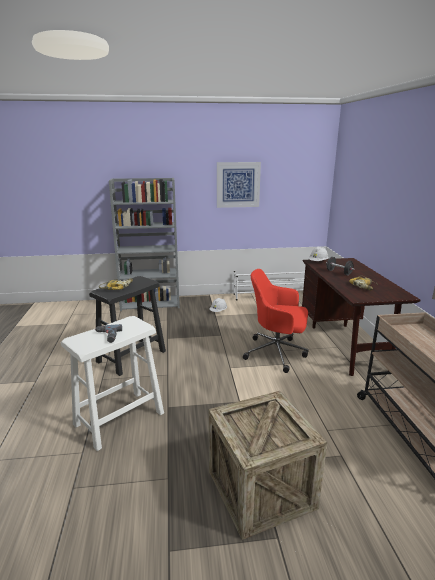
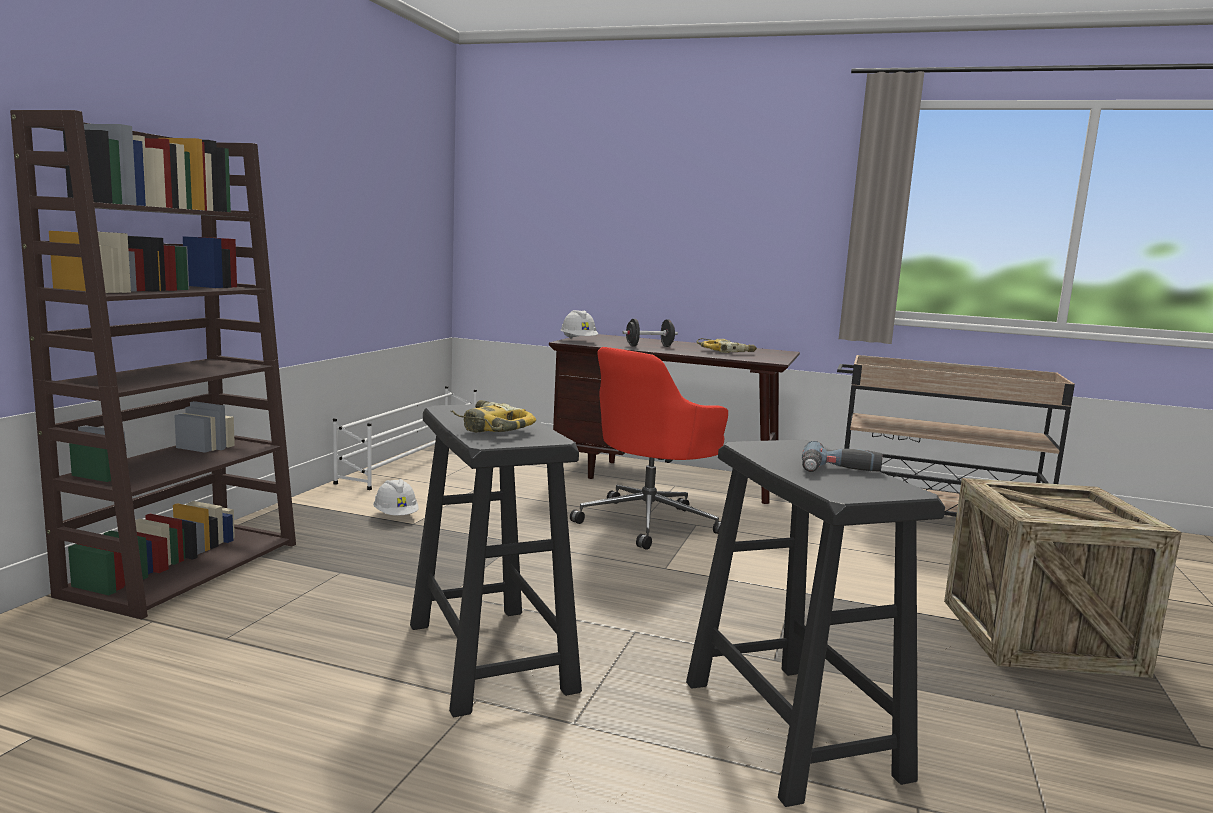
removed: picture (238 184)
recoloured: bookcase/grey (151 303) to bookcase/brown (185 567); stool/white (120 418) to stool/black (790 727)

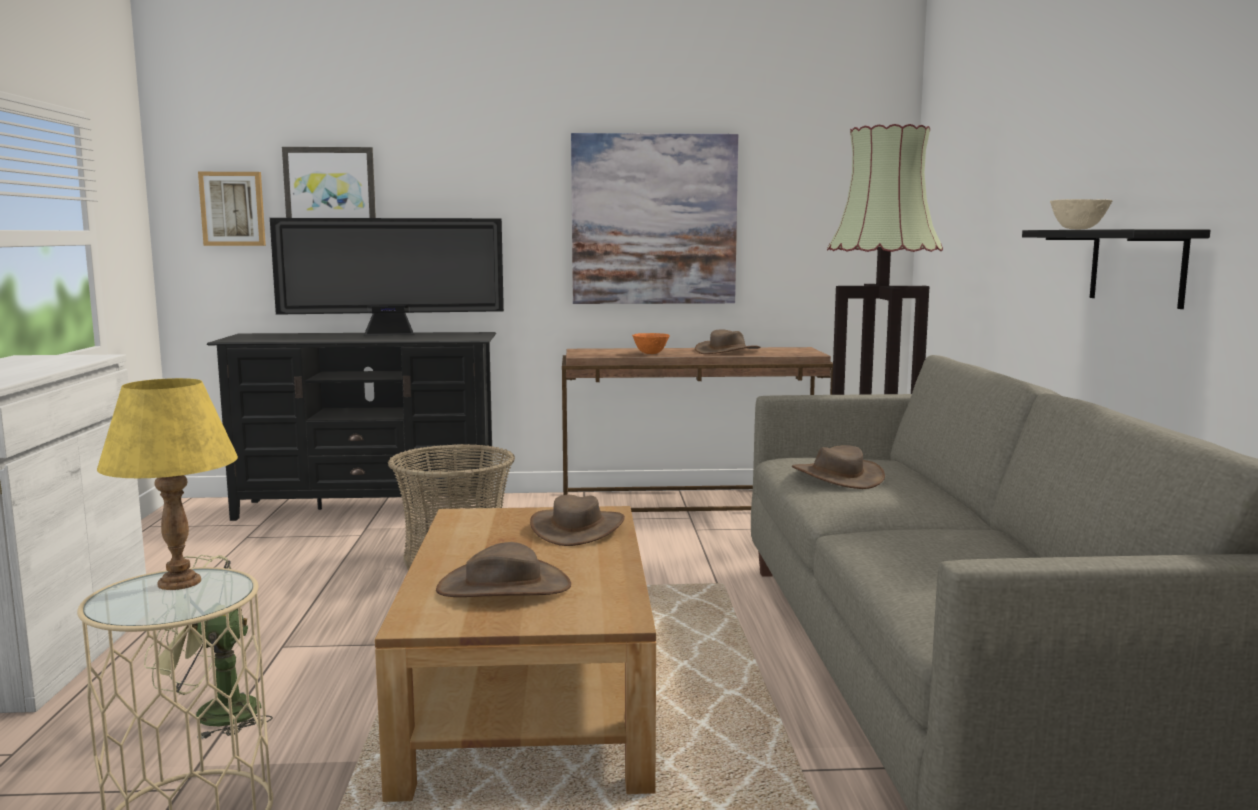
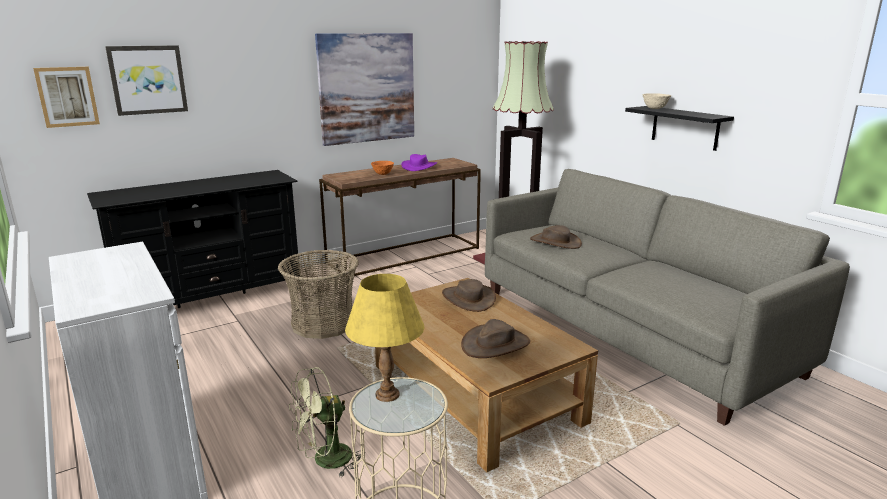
removed: television (393 334)
recoloured: hat/brown (727 351) to hat/purple (419 167)

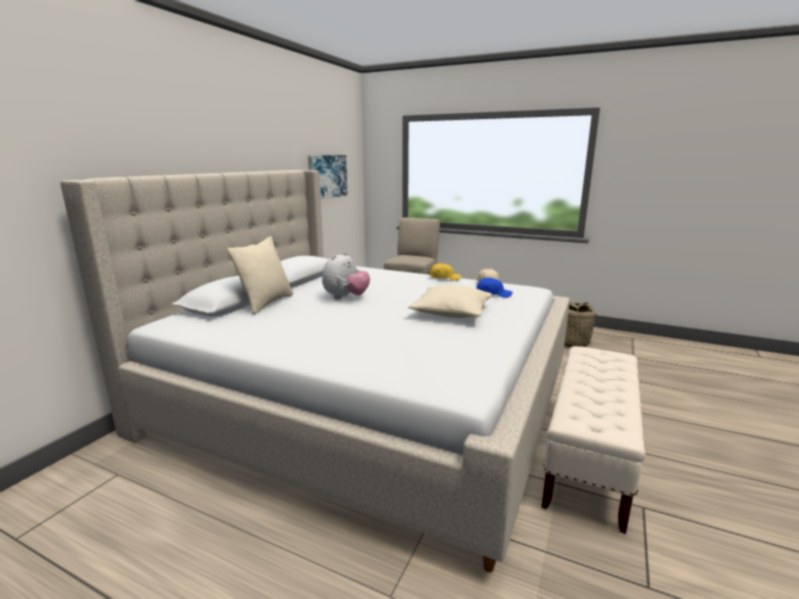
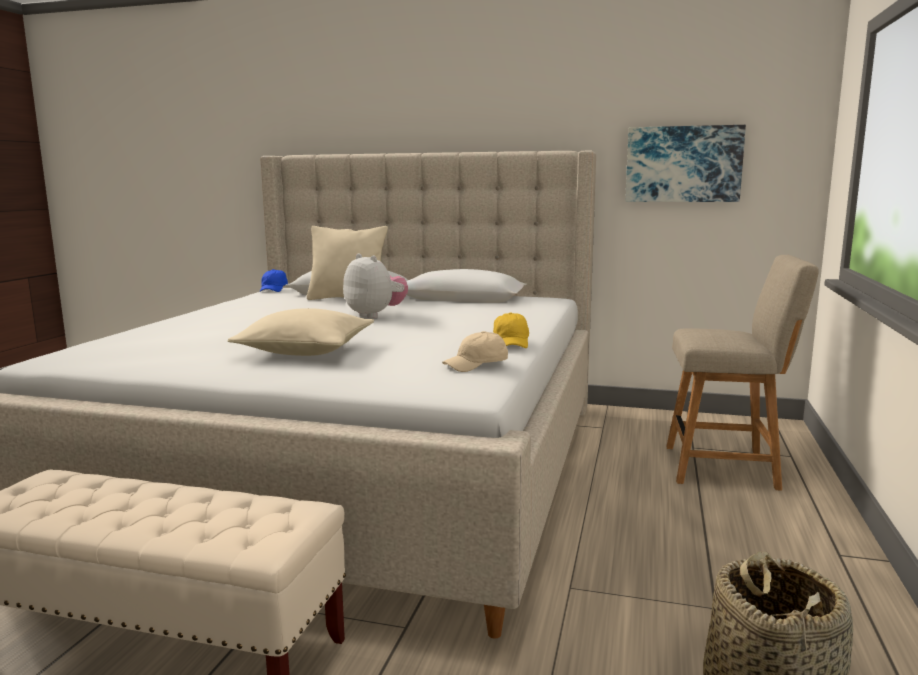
moved: cap/blue (493 294) to (273 289)
turned: plush toy (346 297) = (375 315) 150 degrees counterclockwise

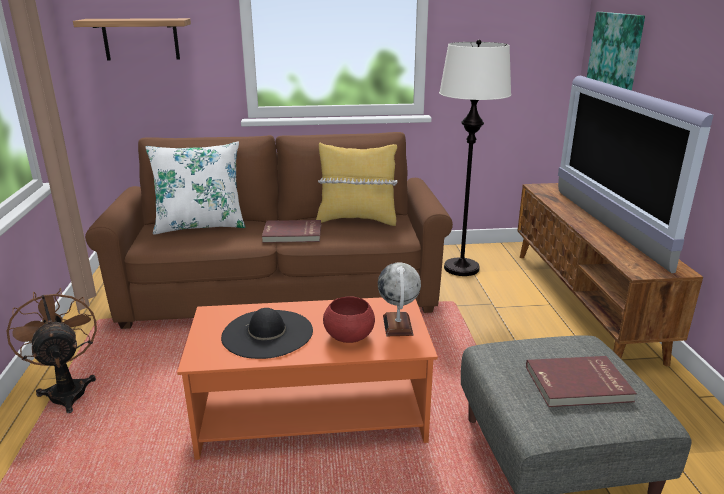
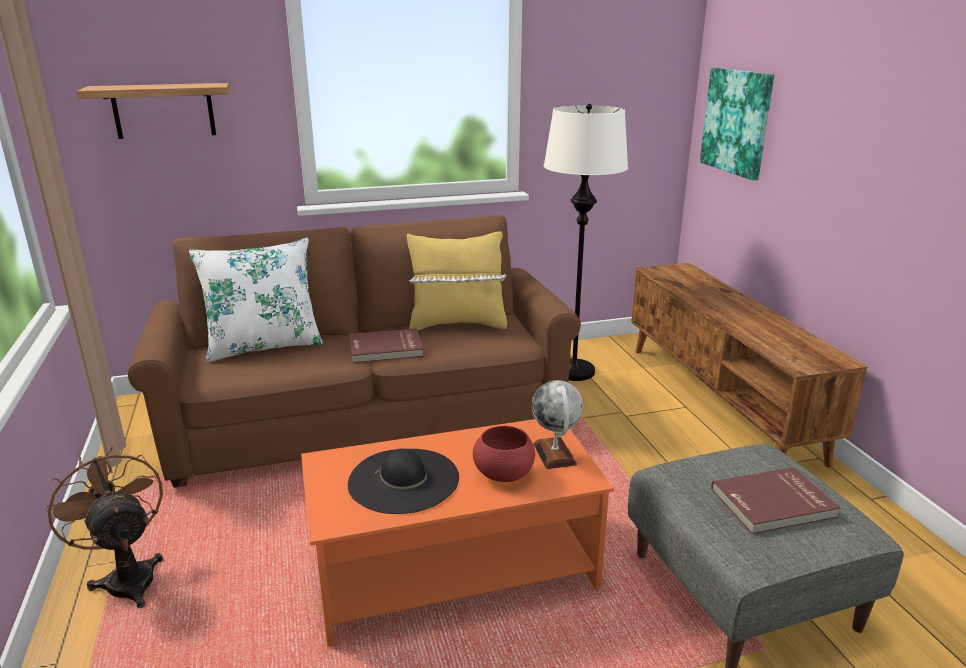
removed: television (605 226)

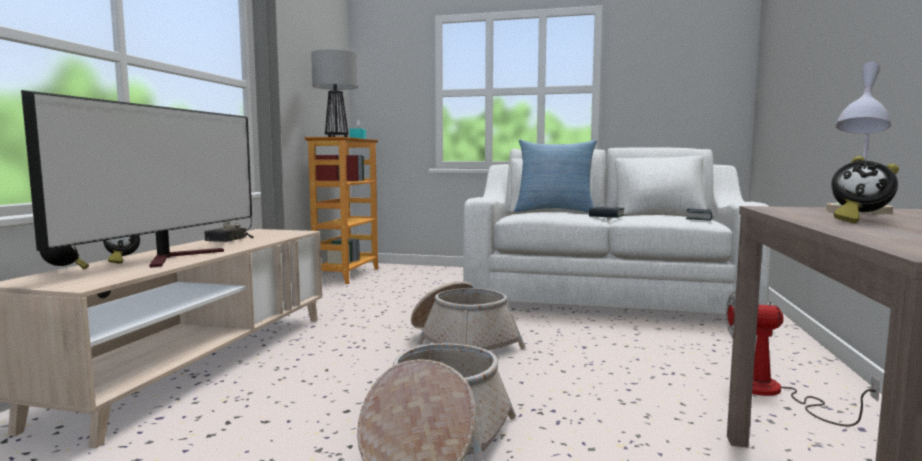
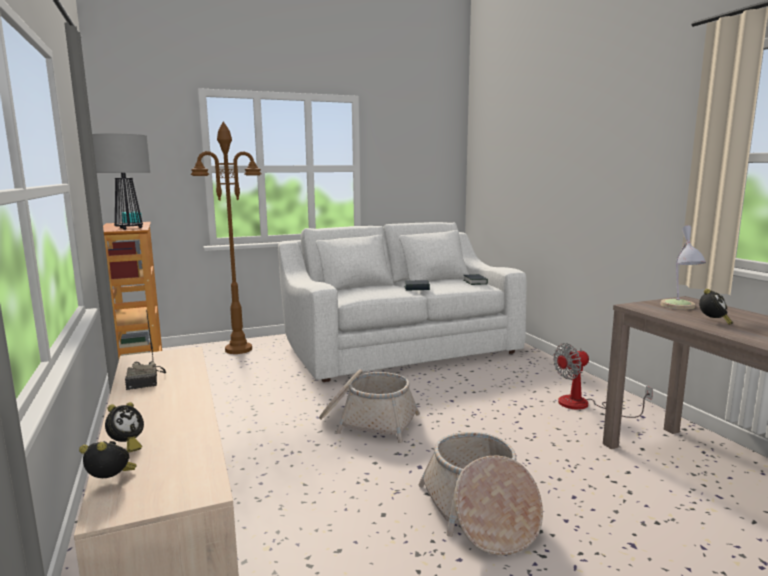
removed: television (177 257); pillow (555 211)
added: floor lamp/brown (239 349)
turned: alarm clock (857 220) = (713 322) 60 degrees counterclockwise

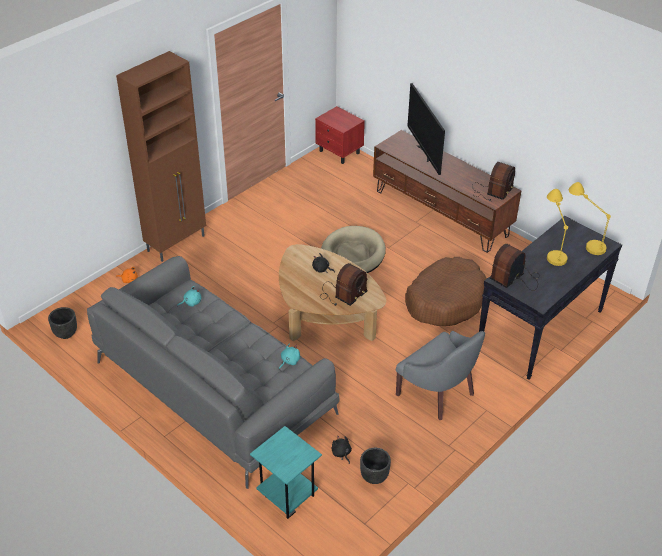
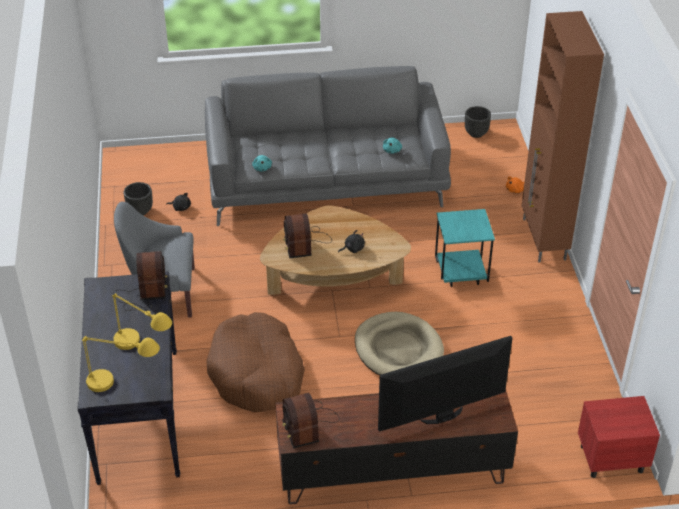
moved: side table/turquoise (286 497) to (461 275)
turned: television (424 153) = (443 417) 45 degrees counterclockwise

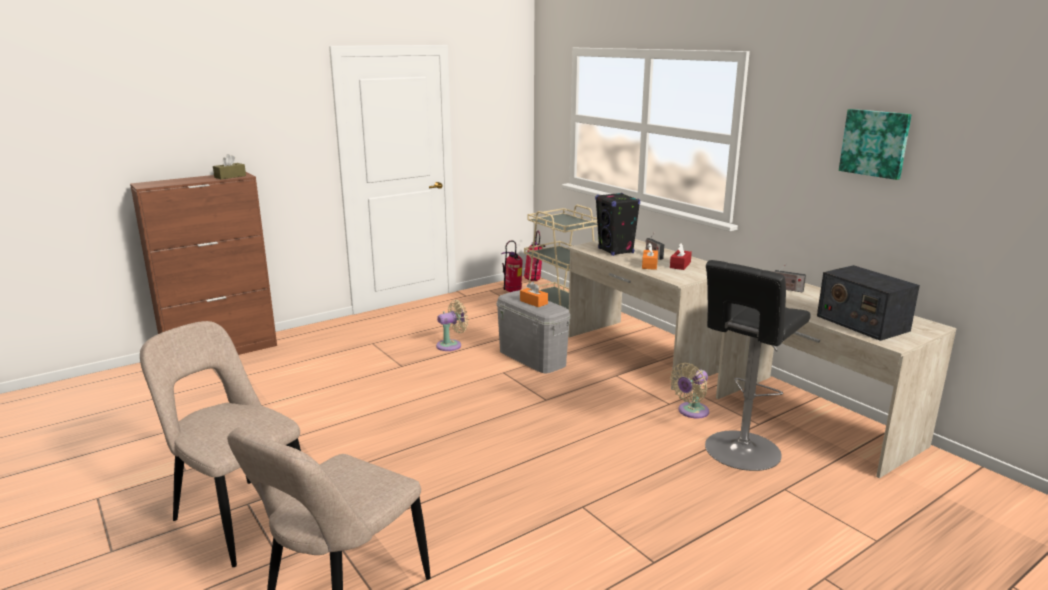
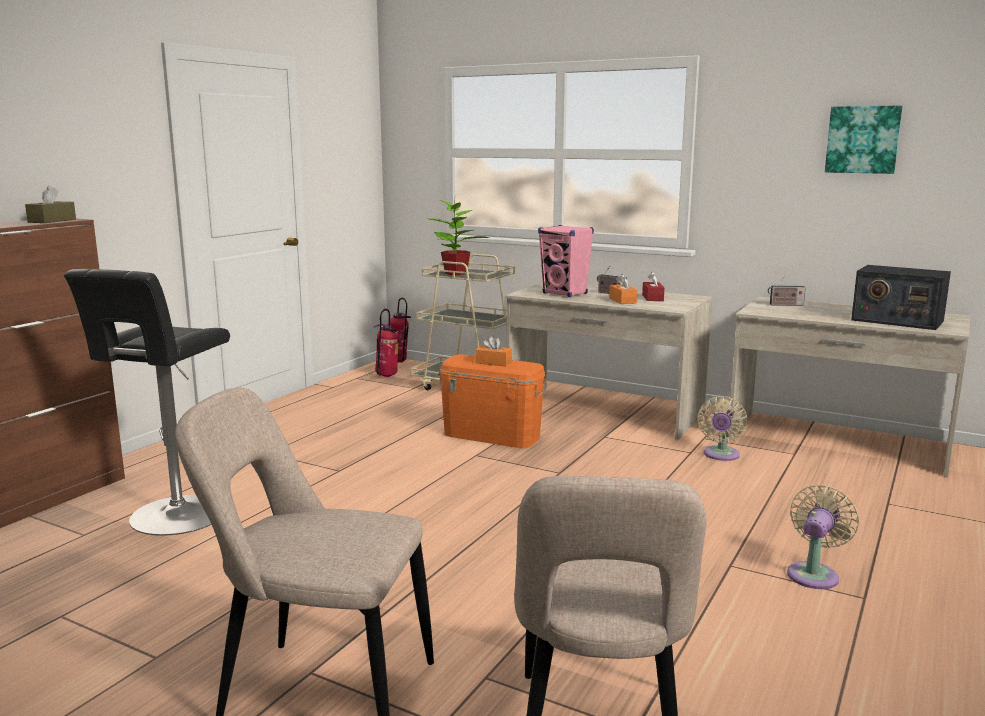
added: potted plant (456 273)
moved: stool/black (740 452) to (174 517); fan/beige (451 345) to (814 574)
recoloured: speaker/black (616 251) to speaker/pink (565 293); storage box/grey (532 357) to storage box/orange (492 435)

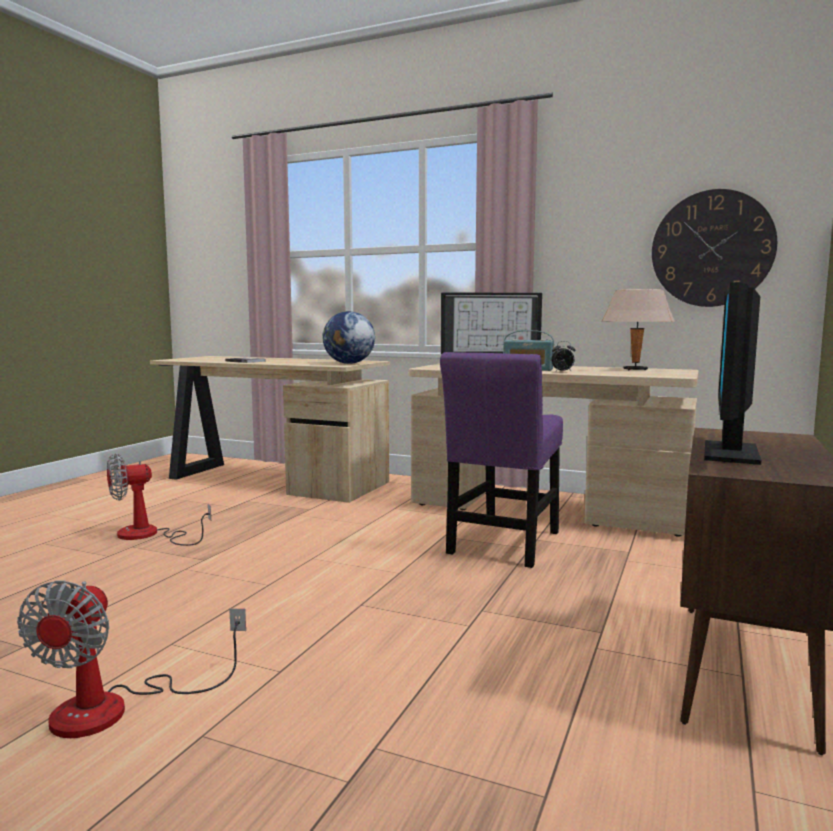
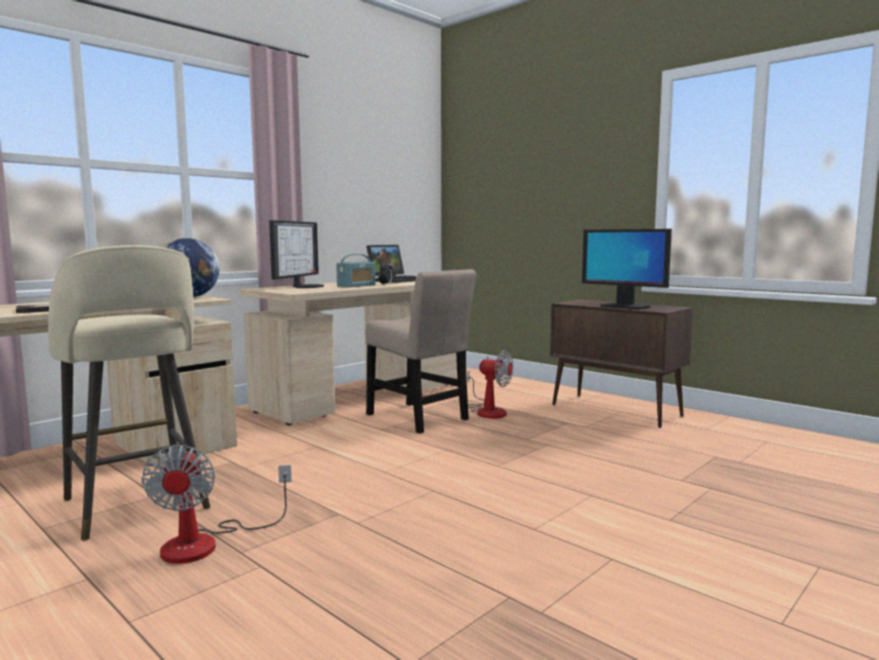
removed: wall clock (712 248)
added: stool/beige (137 506)
moved: fan (117 707) to (488 411)
replaced: table lamp/beige (635 370) to laptop (396 280)
recoloured: chair/purple (503 545) to chair/beige (419 418)

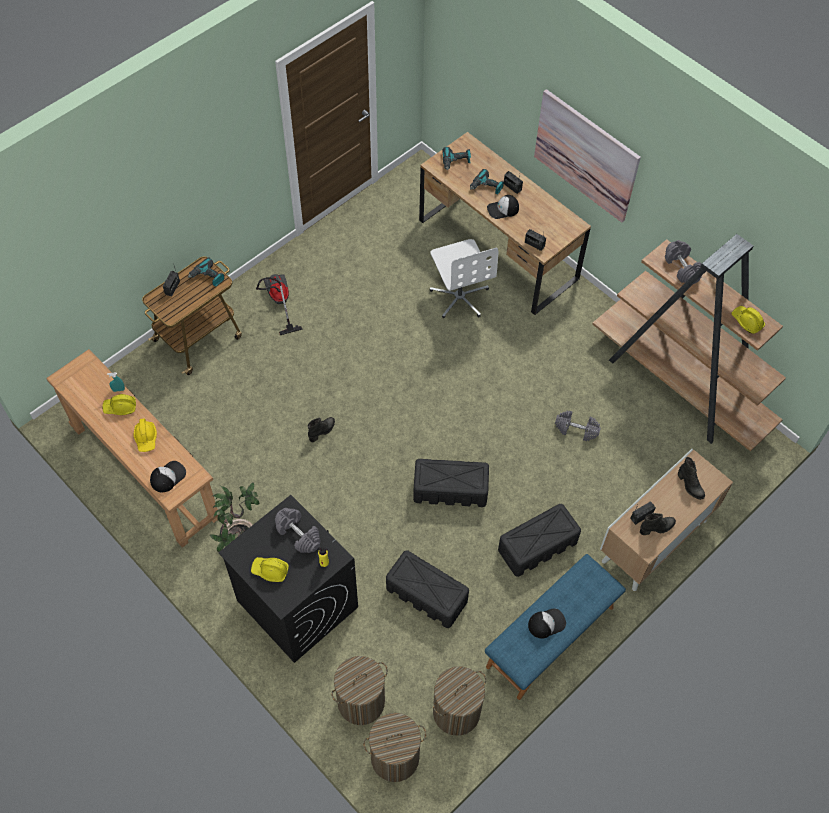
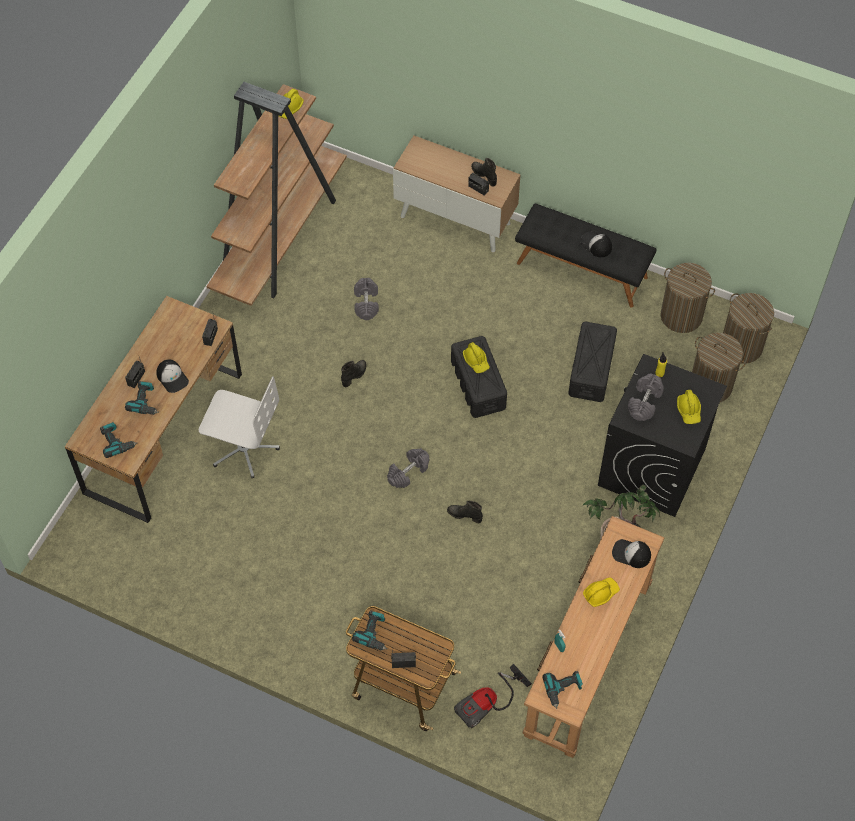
removed: picture (586 155); storage box/black (537 546)
added: power drill (563 690)
moved: dumbbell/grey (682 268) to (408 472); vacuum cleaner (278 302) to (488 704); hard hat/yellow (120 407) to (476 361); boot/black (690 486) to (354 375)
recoloured: bench/blue (551 637) to bench/black (582 269)
turned: office chair/white (460 297) = (244 448) 60 degrees clockwise

